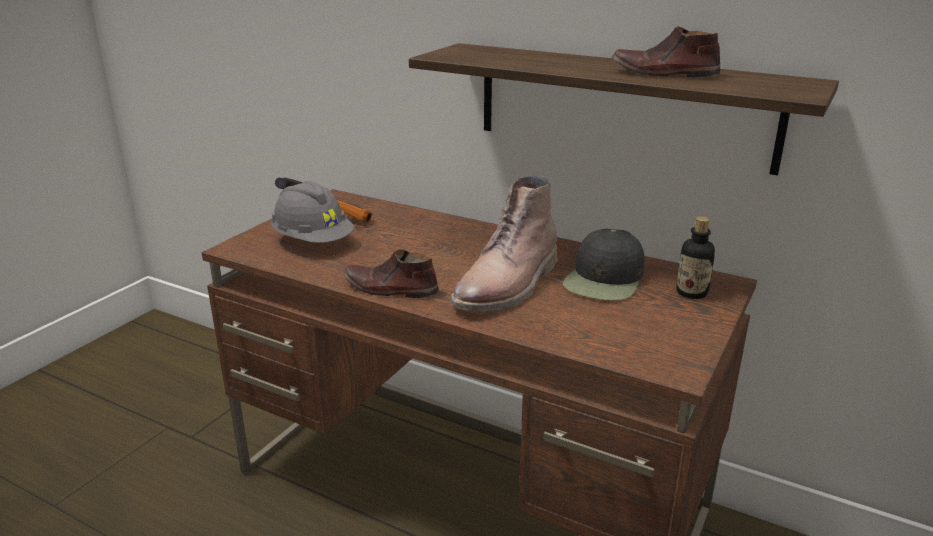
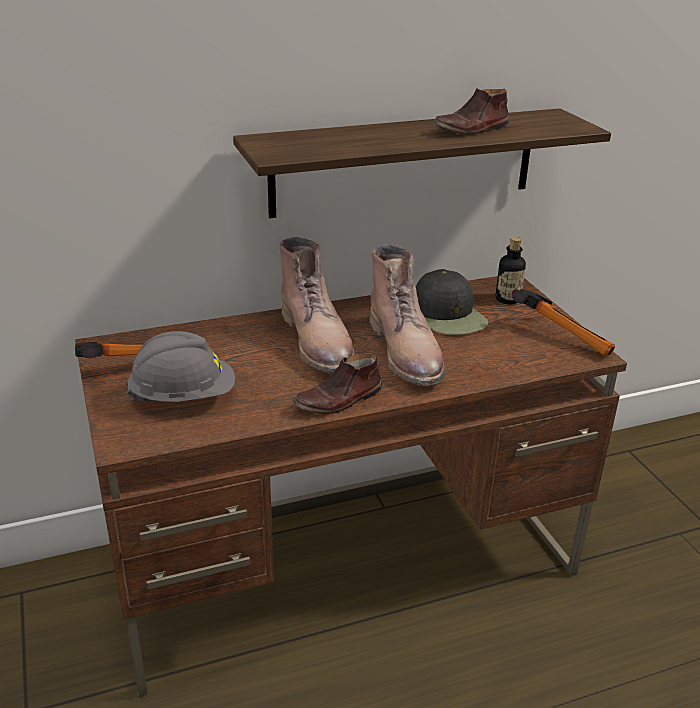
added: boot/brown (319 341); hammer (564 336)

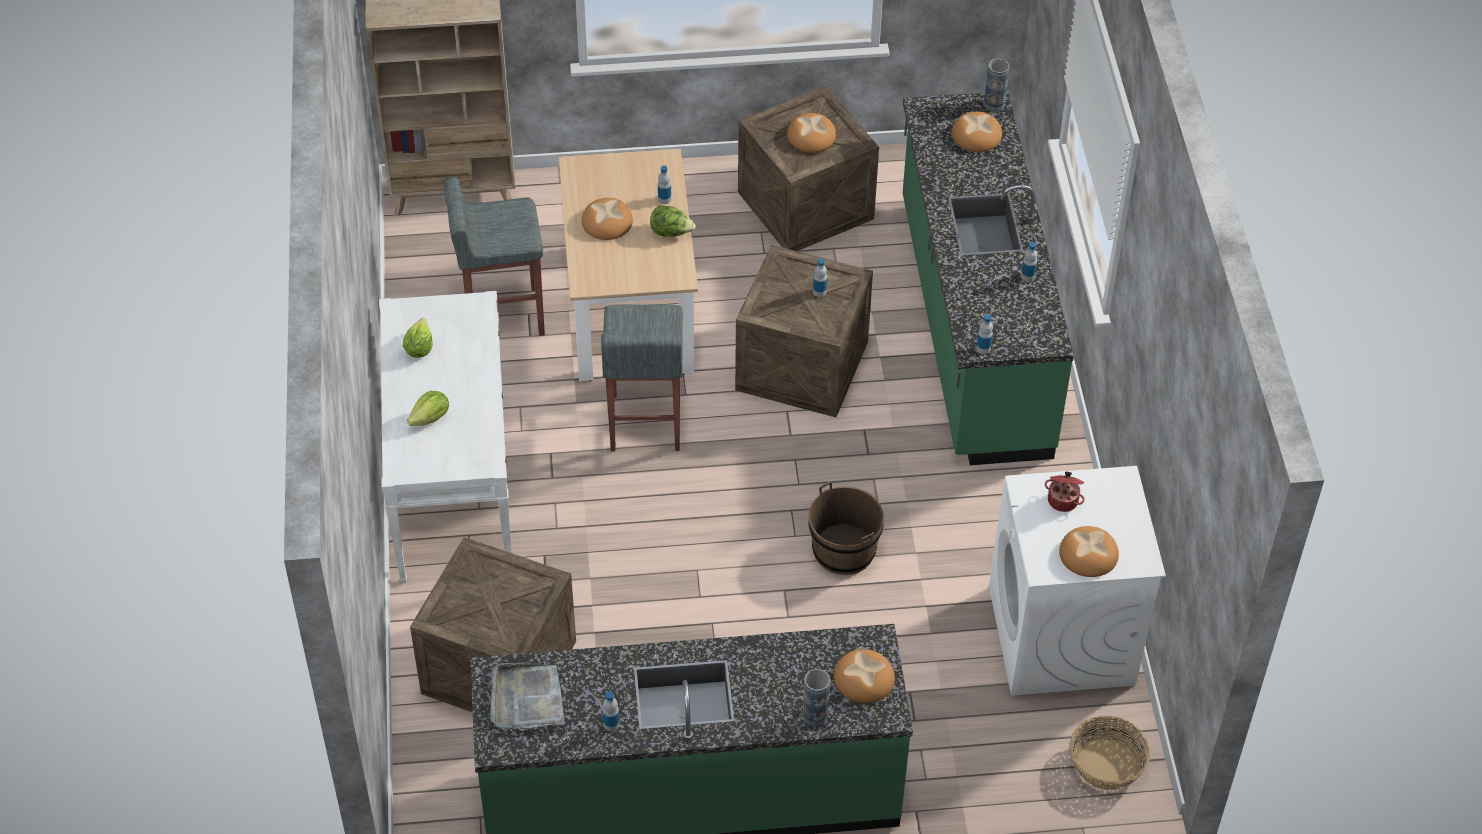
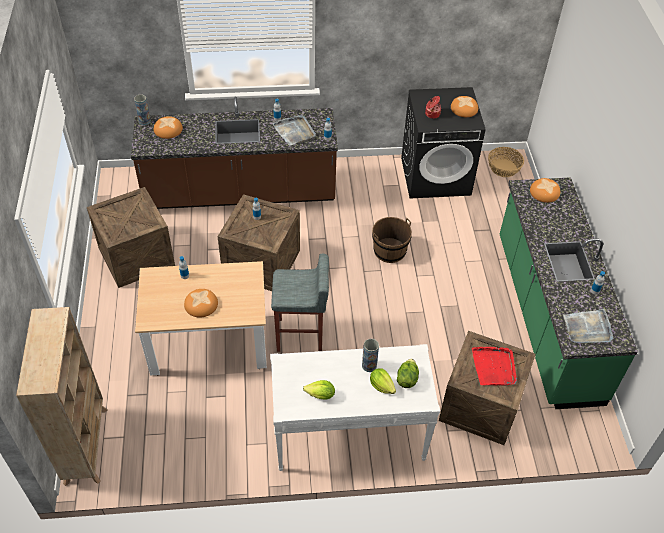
removed: bread (811 136); stool/grey (502 315)
added: tray/grey (294 131); tray/red (494 367)
moved: lettuce (671 232) to (407 379); vase (815 715) to (369 365)
recoloured: counter/green (971 327) to counter/brown (240 193); washing machine/white (1062 636) to washing machine/black (436 176)

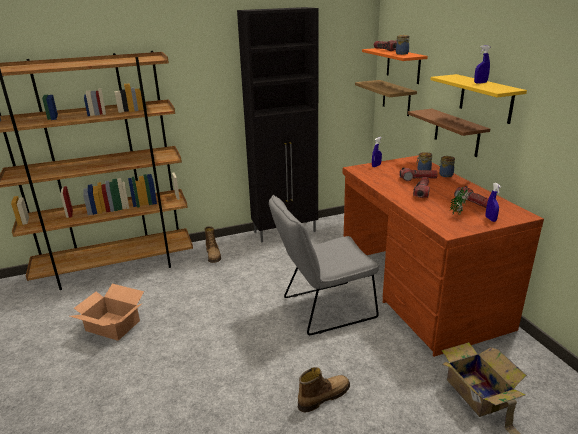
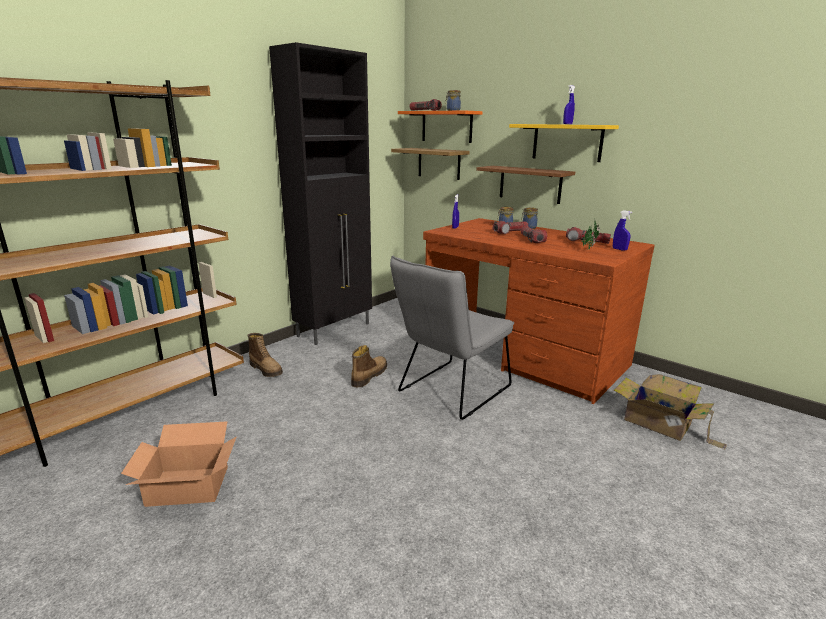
moved: boot (323 396) to (368 376)

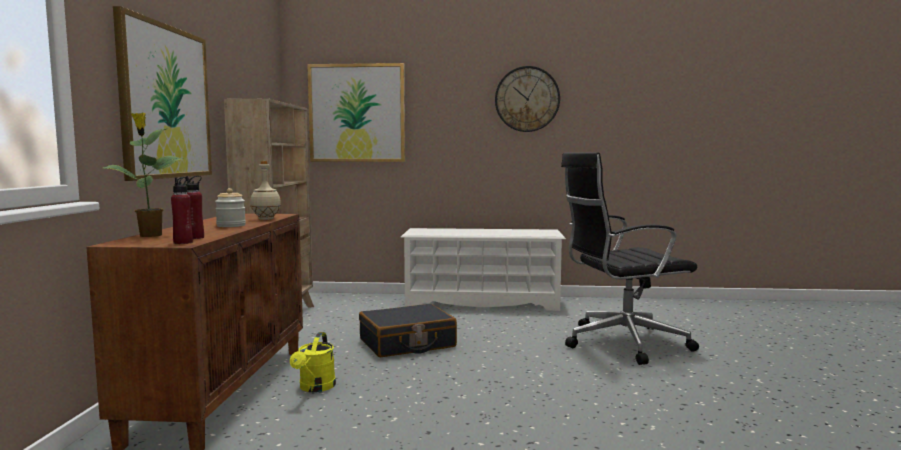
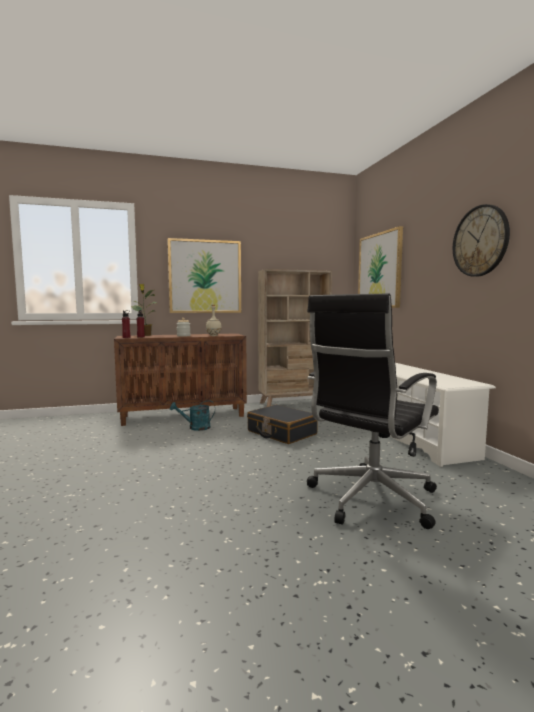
recoloured: watering can/yellow (315 388) to watering can/turquoise (195 428)
turned: office chair/black (621 343) = (369 499) 105 degrees counterclockwise

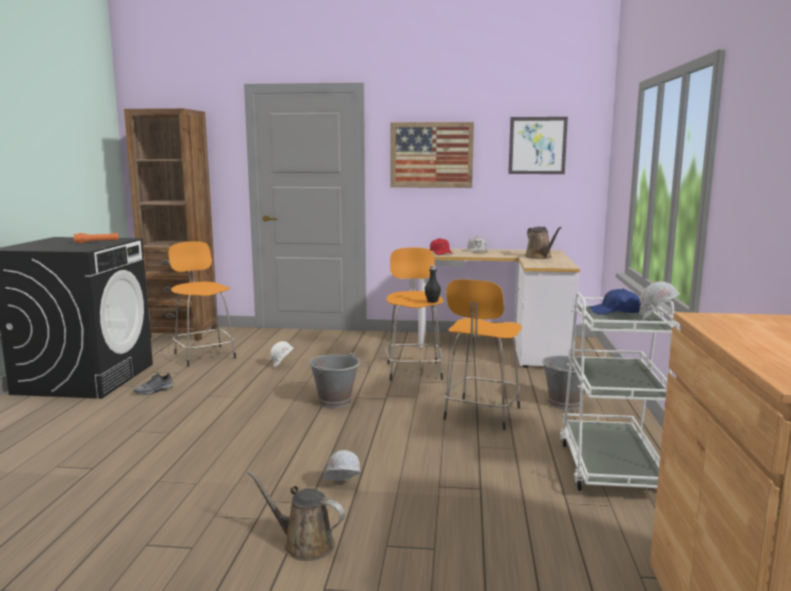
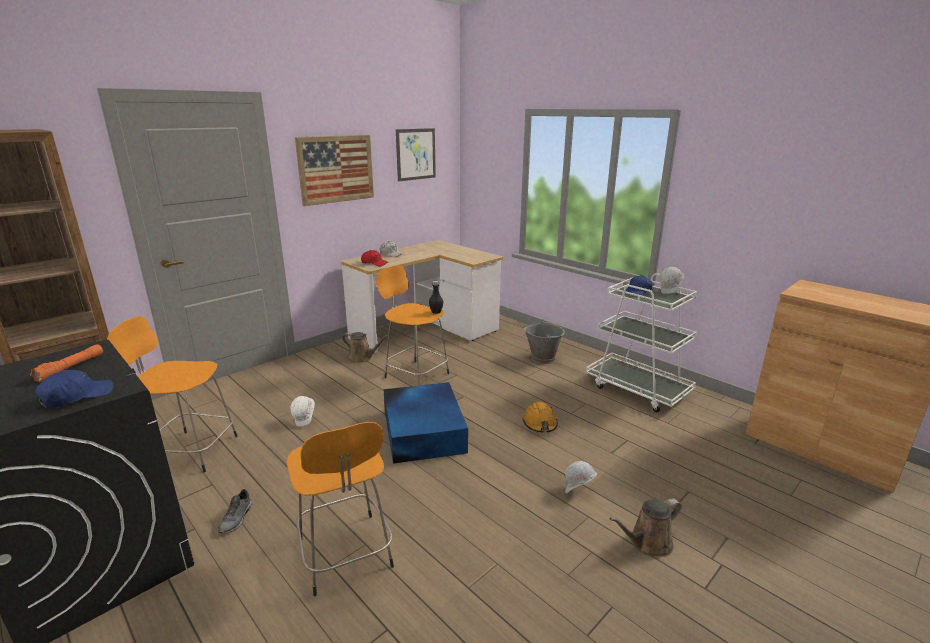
added: cap/blue (77 396); hard hat/orange (540 424)
moved: watering can/brown (540 257) to (362 358); stool/orange (481 414) to (346 555)
replaced: bucket/grey (335 401) to storage box/blue (424 430)

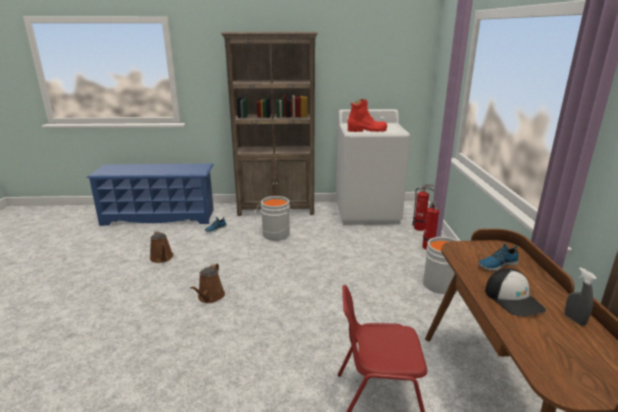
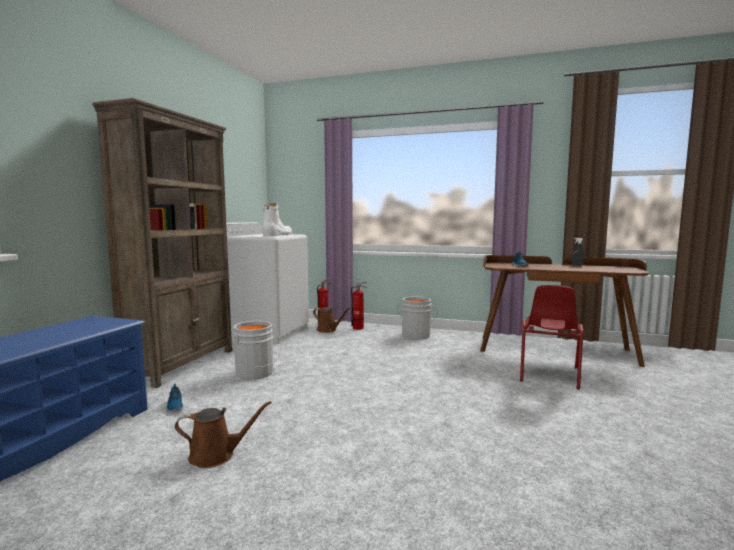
removed: cap (513 299)
moved: watering can/brown (210 297) to (328 330)
recoloured: boot/red (367 130) to boot/white (277 235)

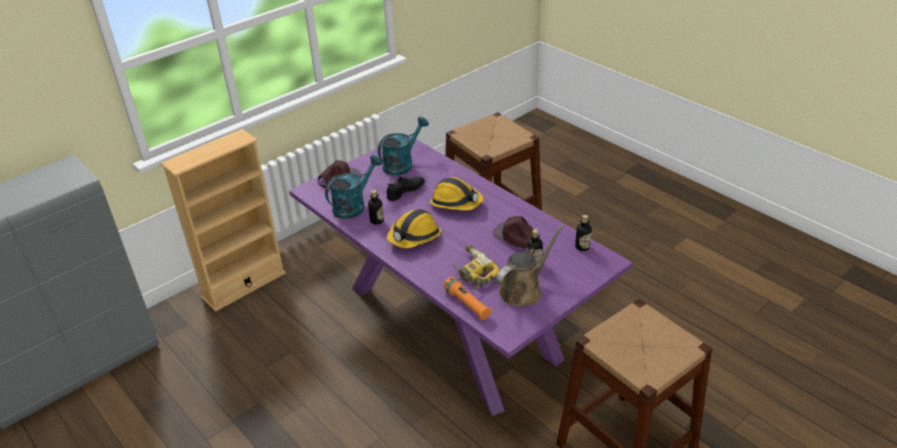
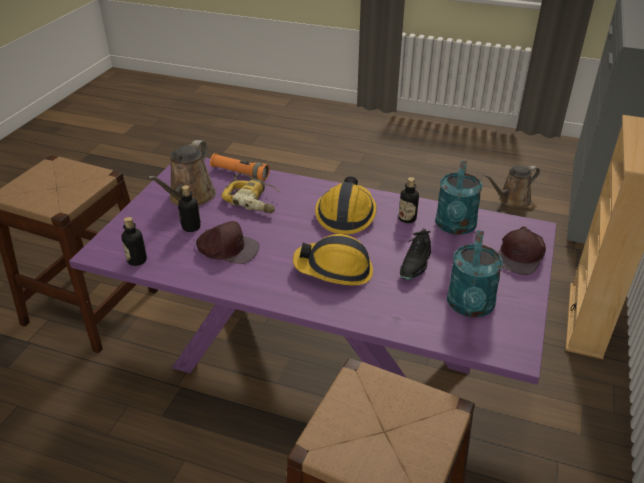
added: watering can/brown (511 200)

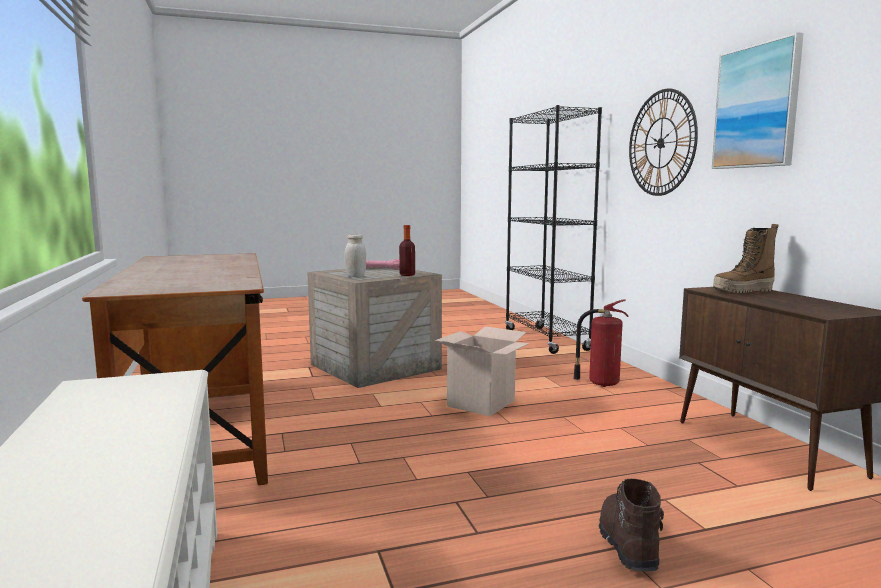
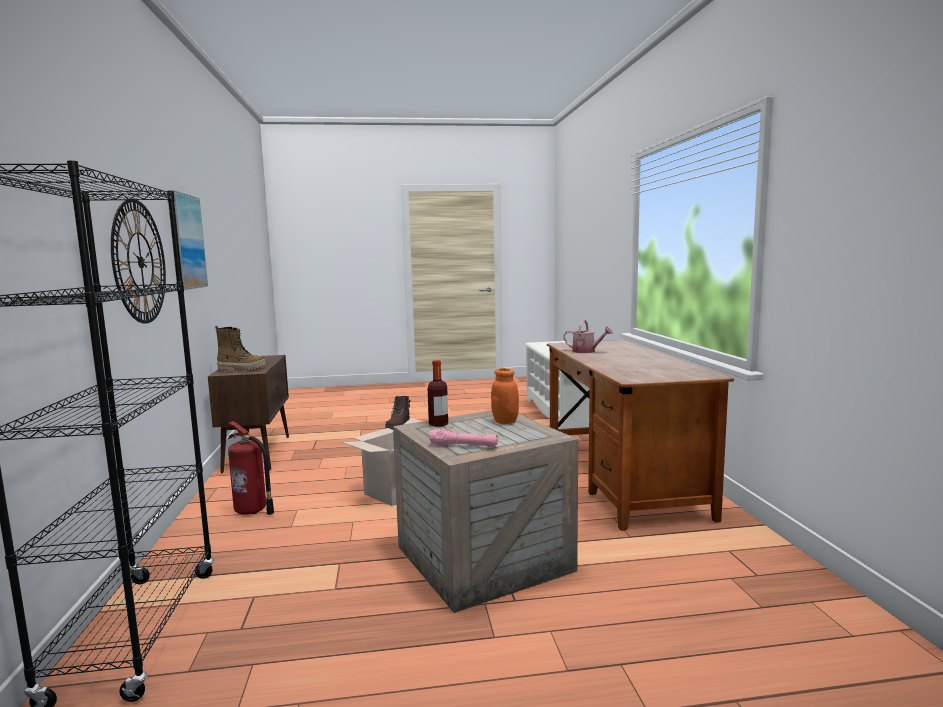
added: watering can (586 351)
recoloured: jar/white (355 276) to jar/orange (505 421)

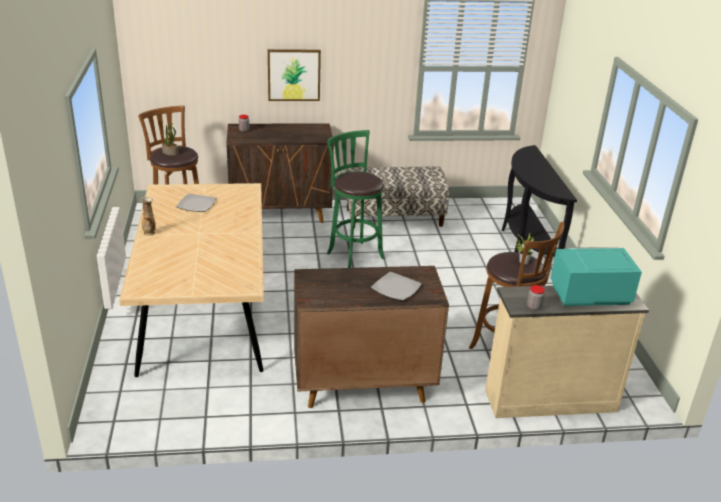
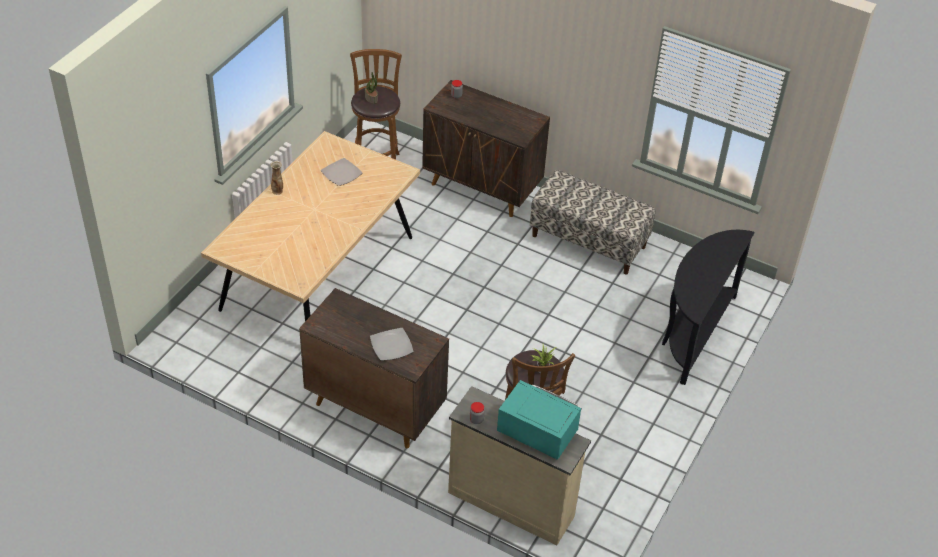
removed: picture (294 75); stool/green (353 254)

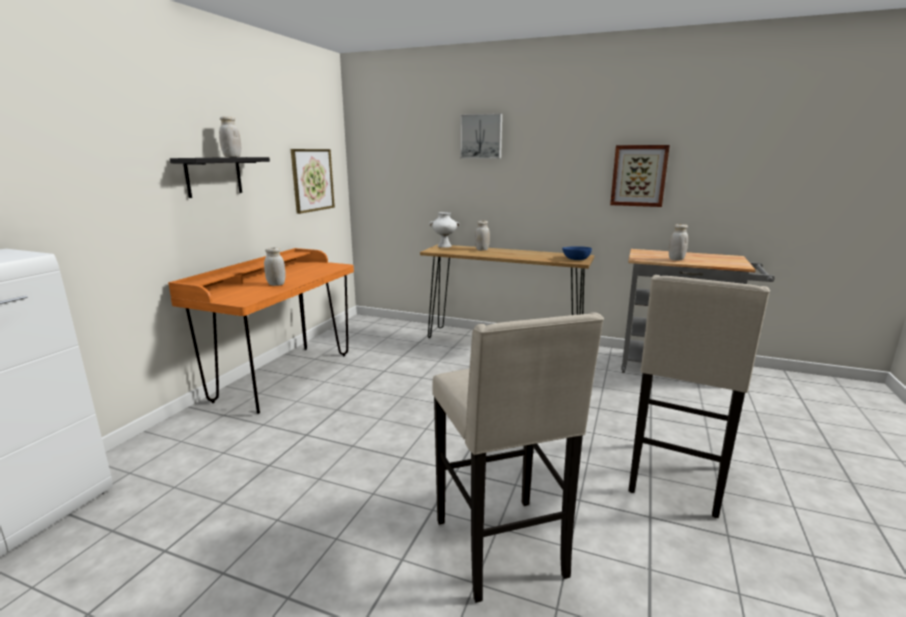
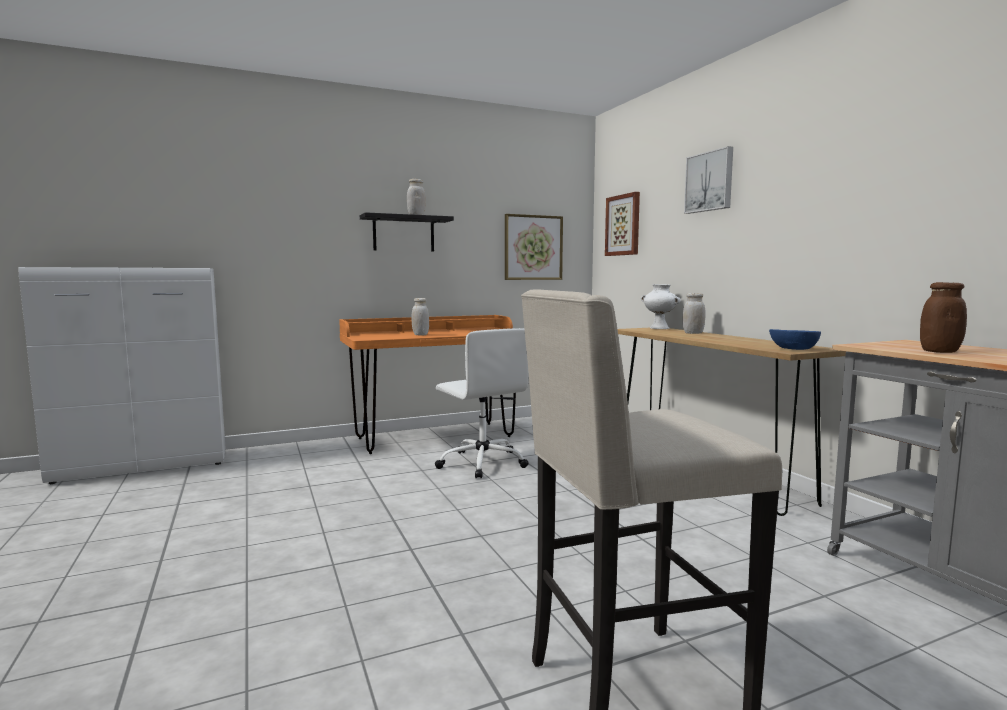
removed: stool/beige (503 549)
added: office chair/white (482 462)
moved: picture (639 175) to (623 225)
recoloured: jar/white (676 259) to jar/brown (939 351)

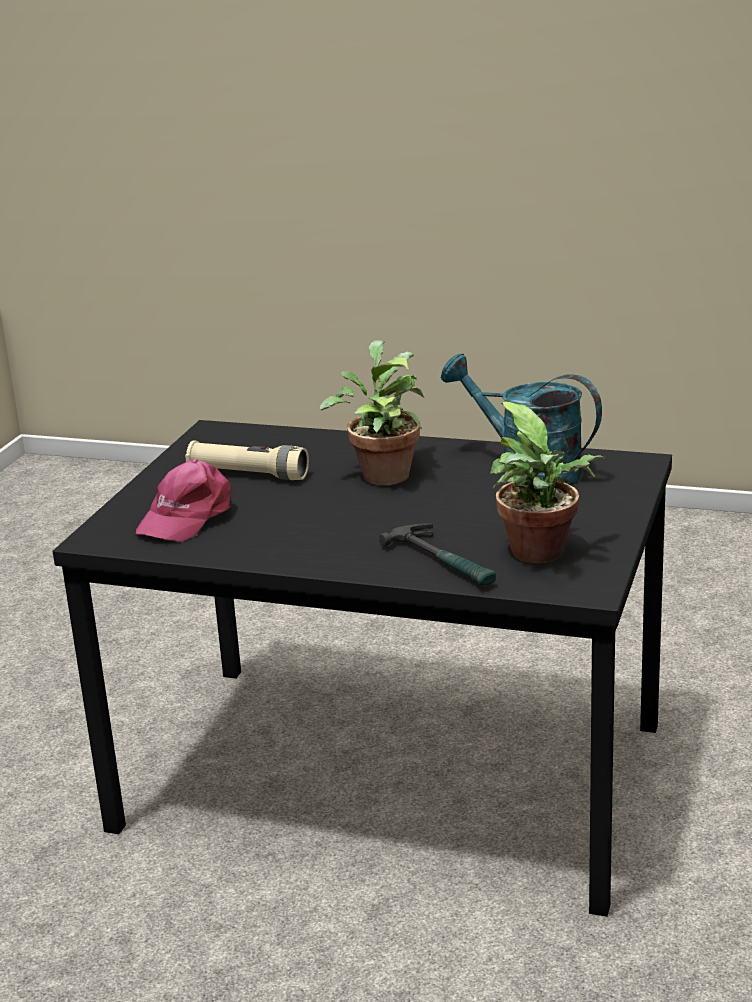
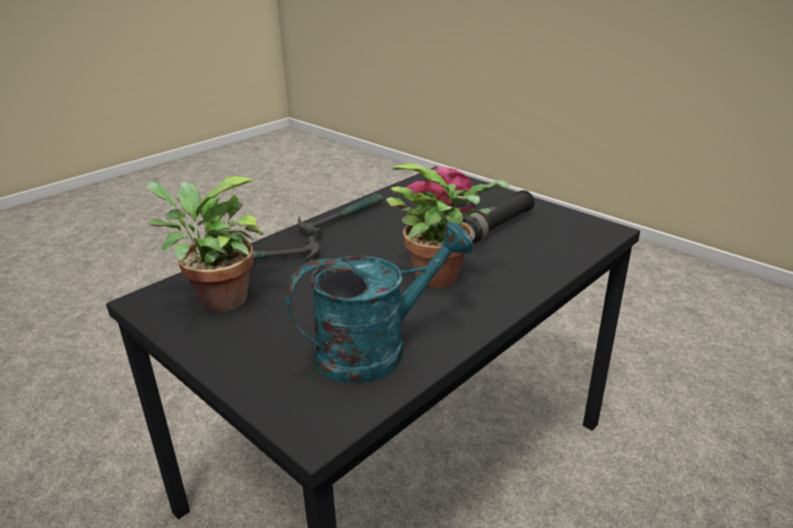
added: hammer (342 218)
recoloured: flashlight/beige (248 474) to flashlight/black (495 228)

